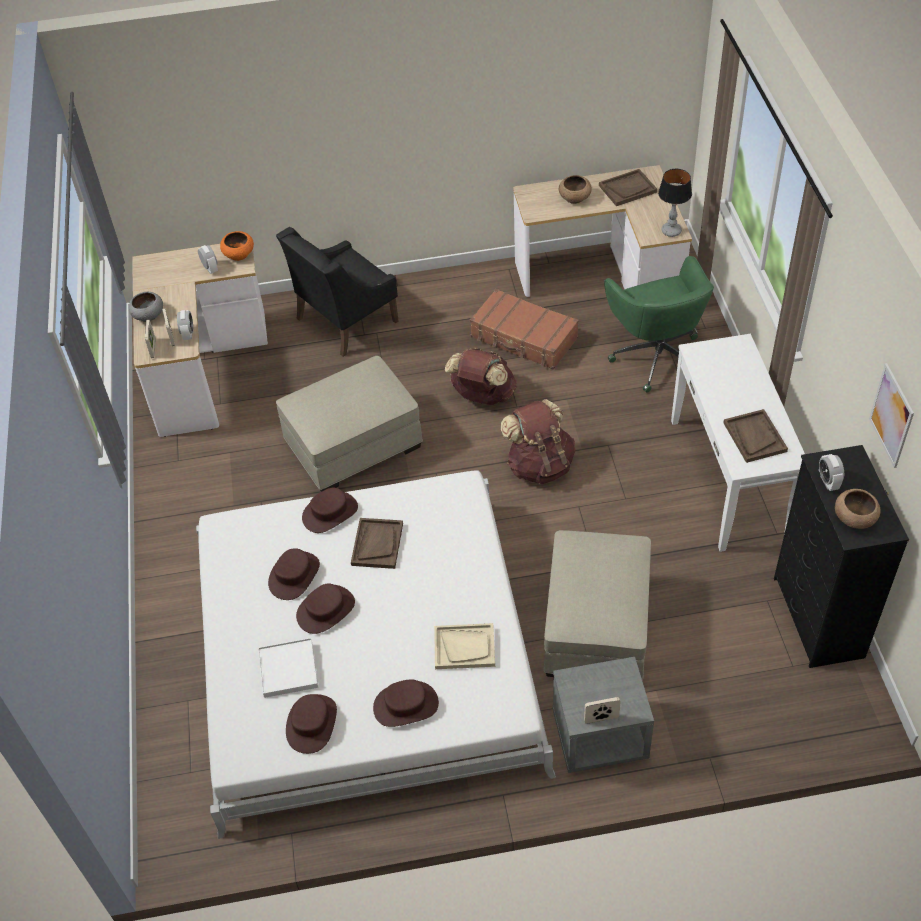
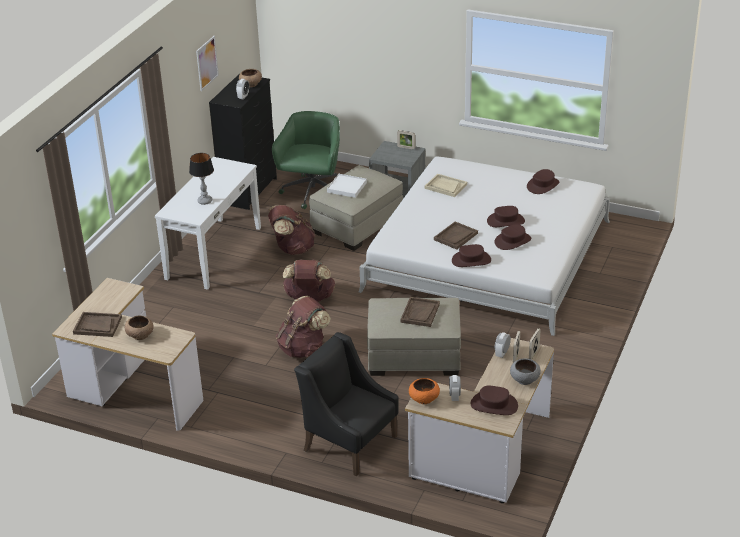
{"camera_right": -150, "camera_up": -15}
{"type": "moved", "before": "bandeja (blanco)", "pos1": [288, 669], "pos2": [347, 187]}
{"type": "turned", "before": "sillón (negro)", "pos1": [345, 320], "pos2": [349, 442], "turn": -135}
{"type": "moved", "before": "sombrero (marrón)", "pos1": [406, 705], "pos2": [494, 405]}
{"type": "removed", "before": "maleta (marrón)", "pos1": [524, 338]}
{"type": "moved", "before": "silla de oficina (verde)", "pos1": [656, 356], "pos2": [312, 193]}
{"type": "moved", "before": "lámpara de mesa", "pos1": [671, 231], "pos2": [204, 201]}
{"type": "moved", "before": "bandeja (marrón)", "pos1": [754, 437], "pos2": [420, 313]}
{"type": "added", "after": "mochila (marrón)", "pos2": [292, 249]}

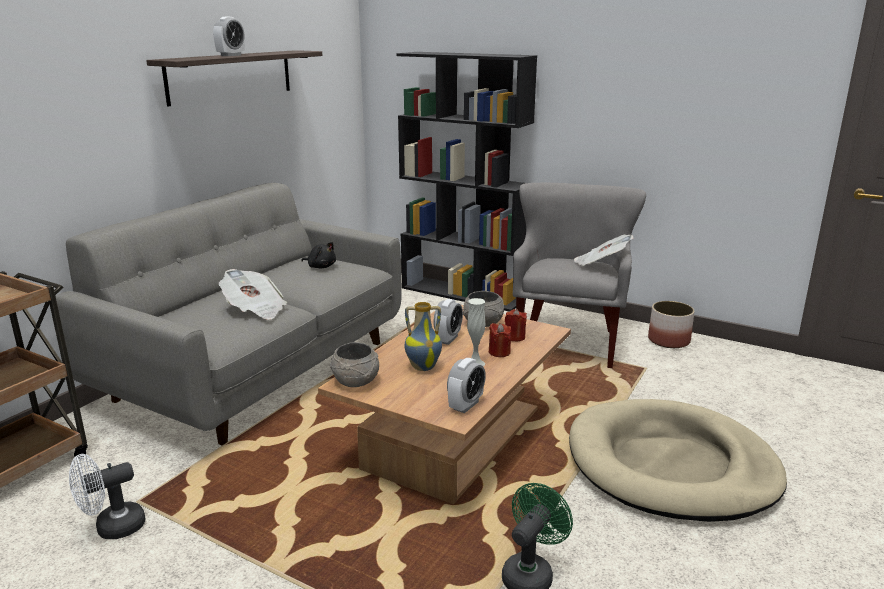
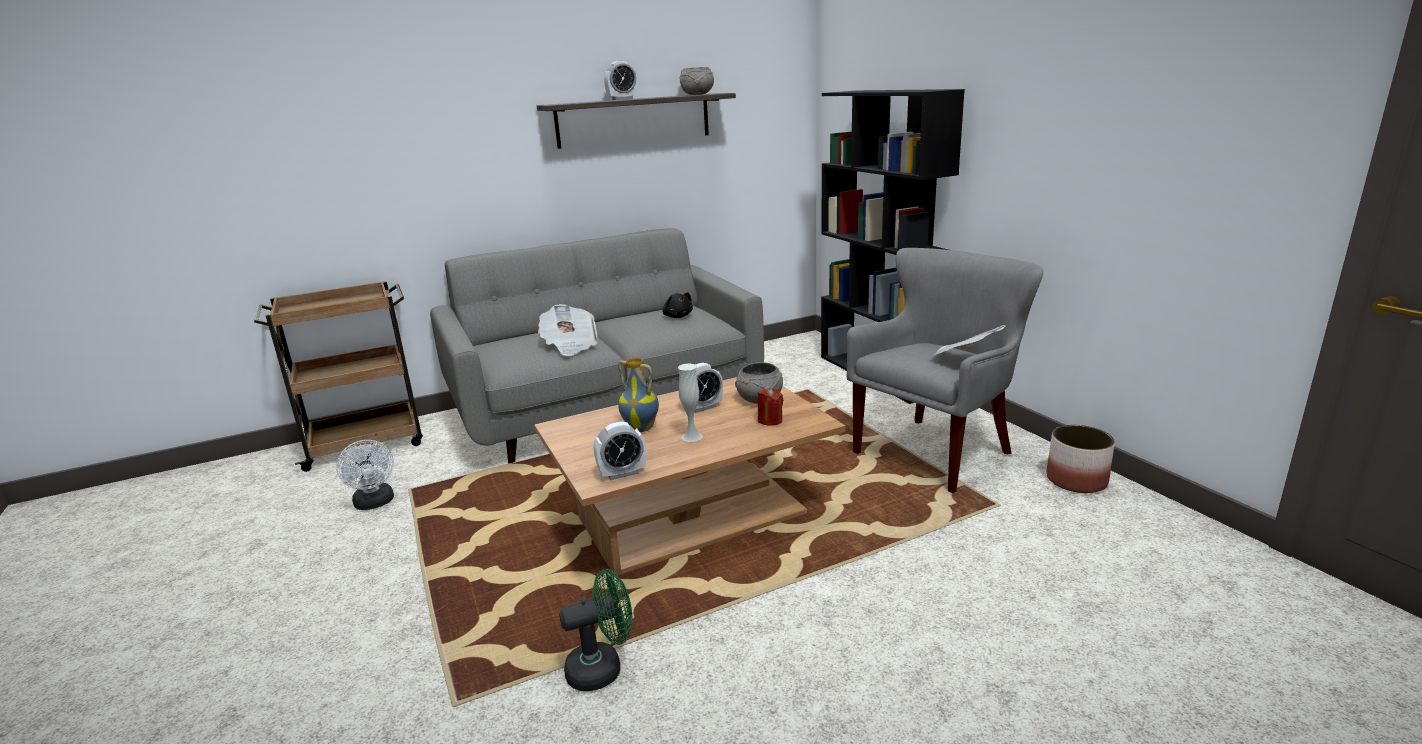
{"camera_right": 35, "camera_up": 0}
{"type": "turned", "before": "ventilador (blanco)", "pos1": [112, 528], "pos2": [375, 503], "turn": -120}
{"type": "moved", "before": "cuenco (gris)", "pos1": [356, 381], "pos2": [698, 94]}
{"type": "removed", "before": "vela (rojo)", "pos1": [499, 352]}
{"type": "removed", "before": "cama para perro (beis)", "pos1": [671, 466]}

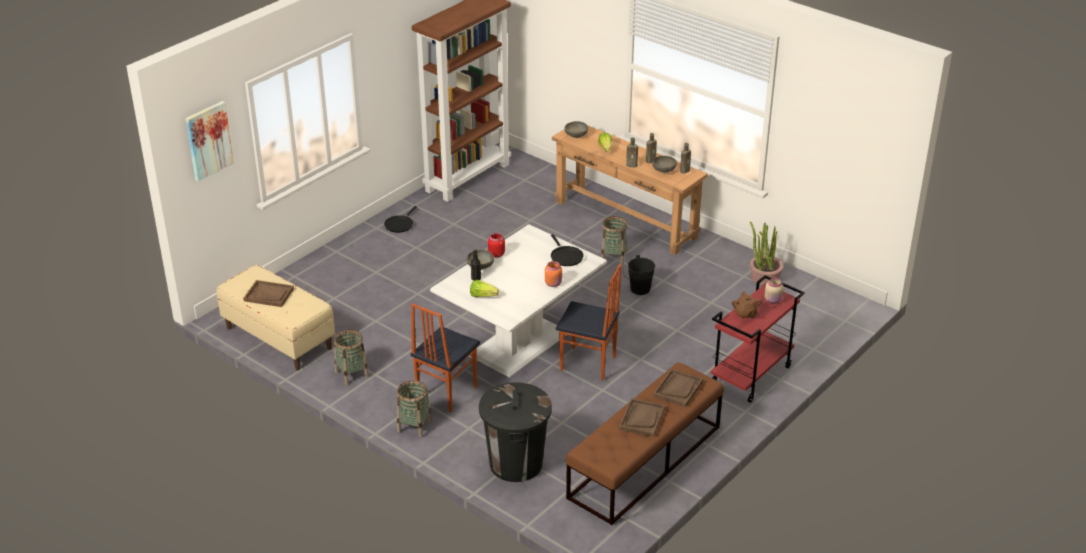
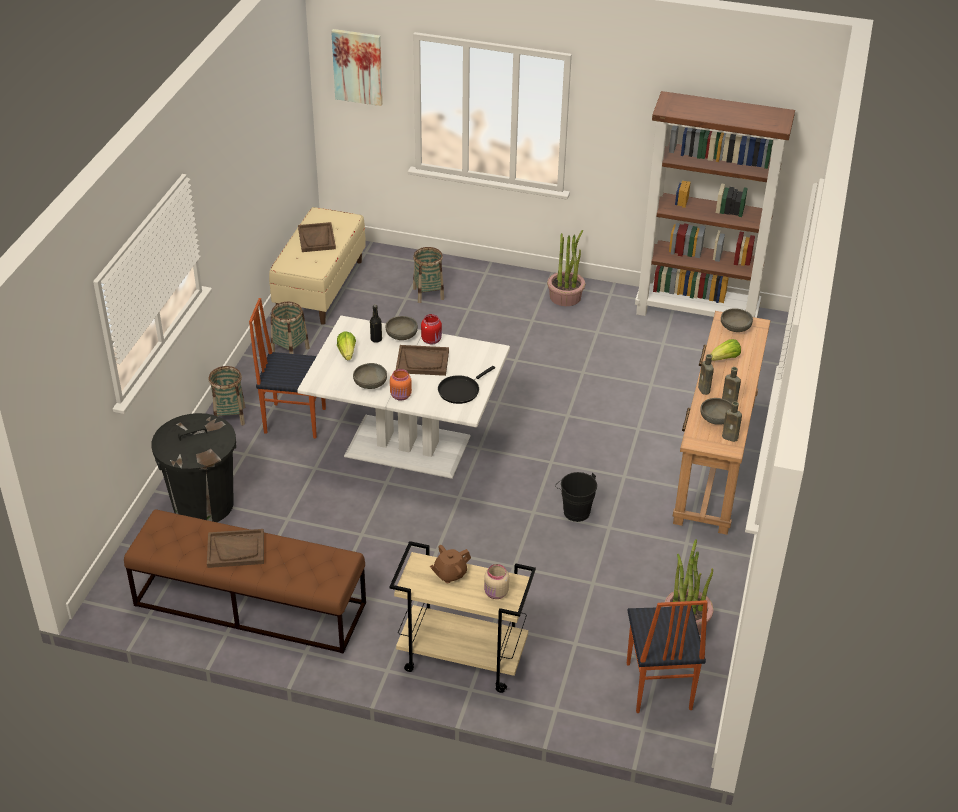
{"camera_right": 65, "camera_up": 5}
{"type": "replaced", "before": "sartén (negro)", "after": "planta en maceta", "pos1": [400, 224], "pos2": [565, 296]}
{"type": "moved", "before": "silla", "pos1": [588, 364], "pos2": [657, 687]}
{"type": "moved", "before": "cesta", "pos1": [613, 257], "pos2": [428, 293]}
{"type": "moved", "before": "bandeja (marrón)", "pos1": [678, 389], "pos2": [422, 362]}
{"type": "recoloured", "before": "carrito (rojo)", "after": "carrito (beis)", "pos1": [751, 376], "pos2": [461, 659]}
{"type": "added", "after": "cuenco (gris)", "pos2": [370, 384]}

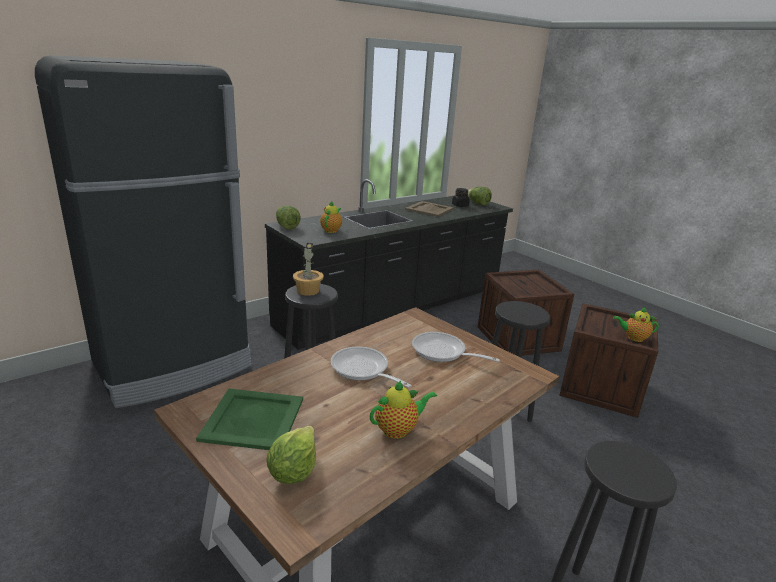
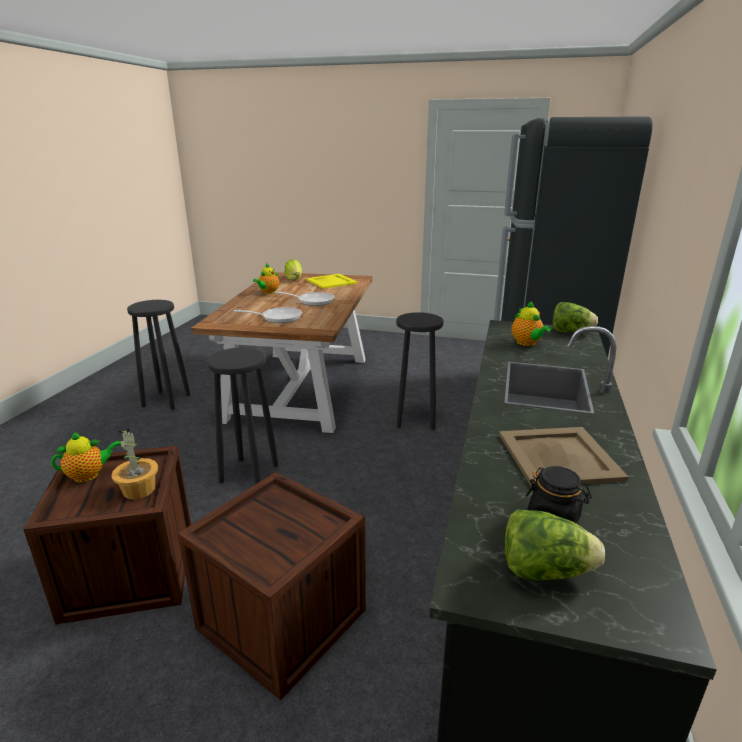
{"camera_right": 145, "camera_up": 0}
{"type": "recoloured", "before": "bandeja (verde)", "after": "bandeja (amarillo)", "pos1": [252, 418], "pos2": [332, 281]}
{"type": "moved", "before": "planta en maceta", "pos1": [308, 290], "pos2": [139, 490]}

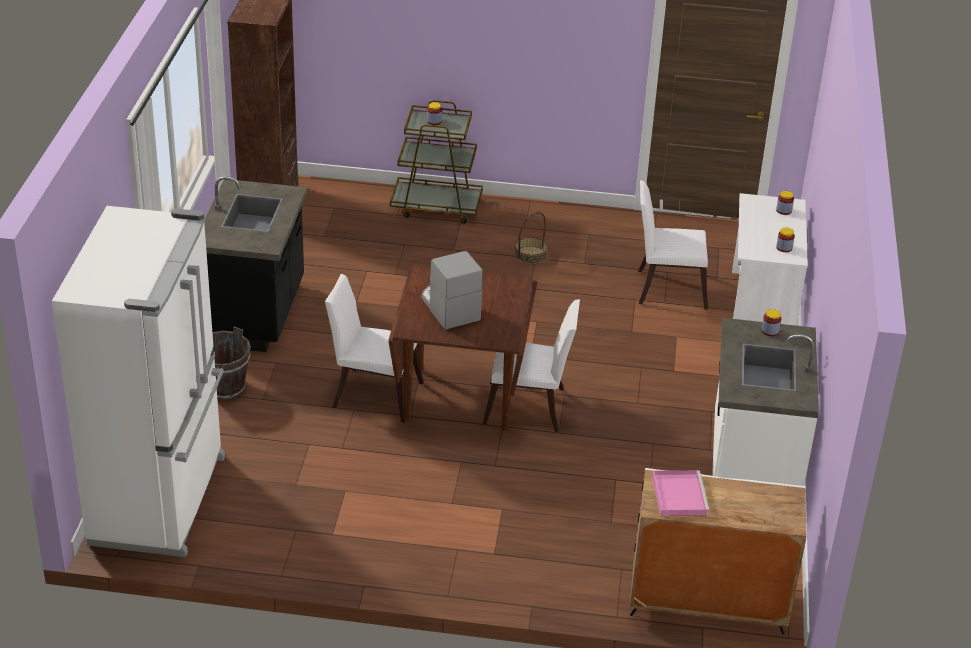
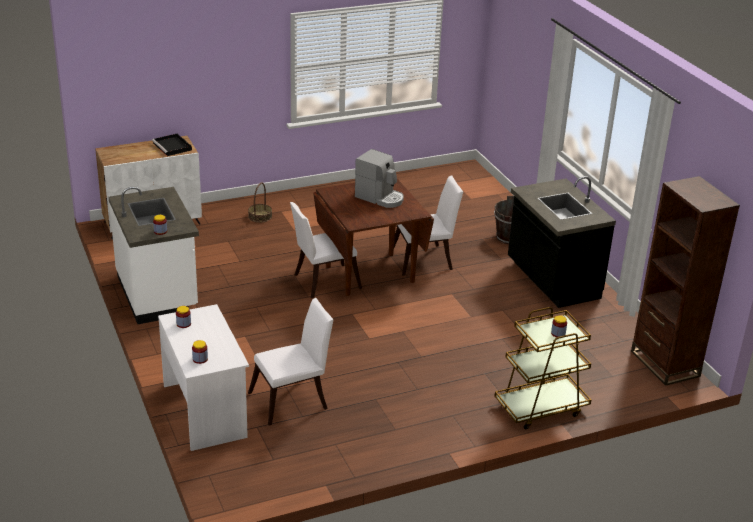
{"camera_right": 150, "camera_up": -5}
{"type": "removed", "before": "nevera (blanco)", "pos1": [161, 499]}
{"type": "moved", "before": "cesta", "pos1": [530, 255], "pos2": [260, 216]}
{"type": "recoloured", "before": "bandeja (rosa)", "after": "bandeja (negro)", "pos1": [678, 495], "pos2": [172, 147]}

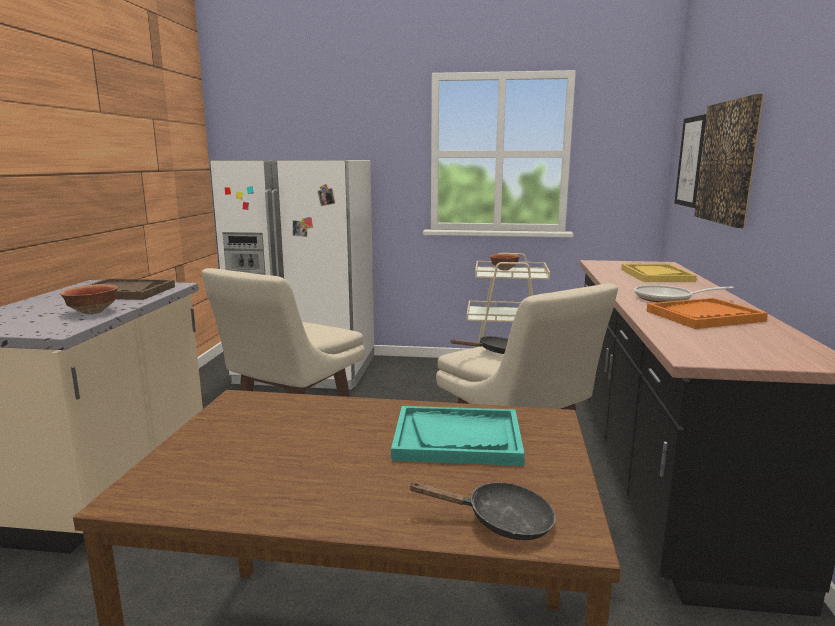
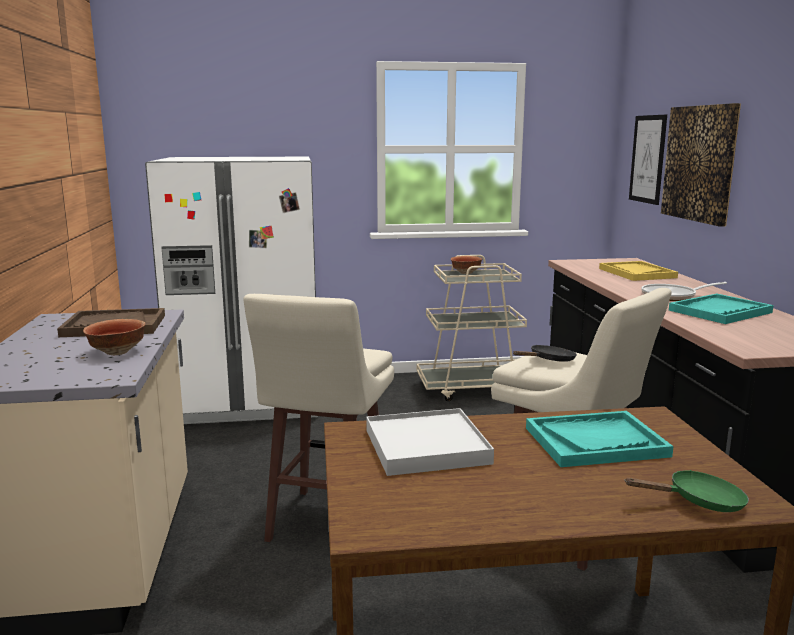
{"camera_right": -15, "camera_up": 0}
{"type": "recoloured", "before": "sartén (negro)", "after": "sartén (verde)", "pos1": [500, 521], "pos2": [699, 502]}
{"type": "recoloured", "before": "bandeja (naranja)", "after": "bandeja (turquesa)", "pos1": [704, 316], "pos2": [720, 311]}
{"type": "added", "after": "bandeja (blanco)", "pos2": [426, 446]}

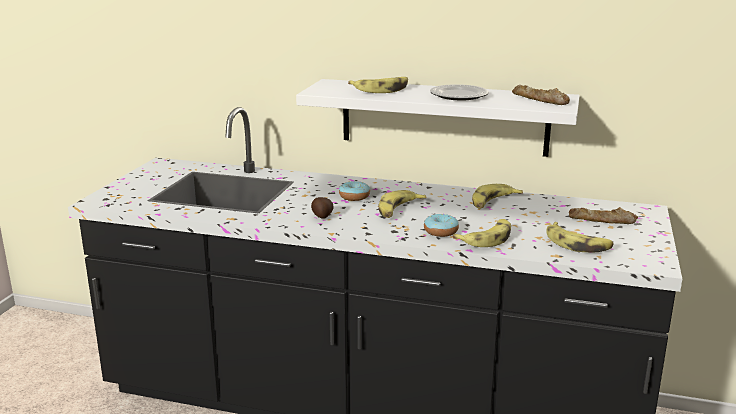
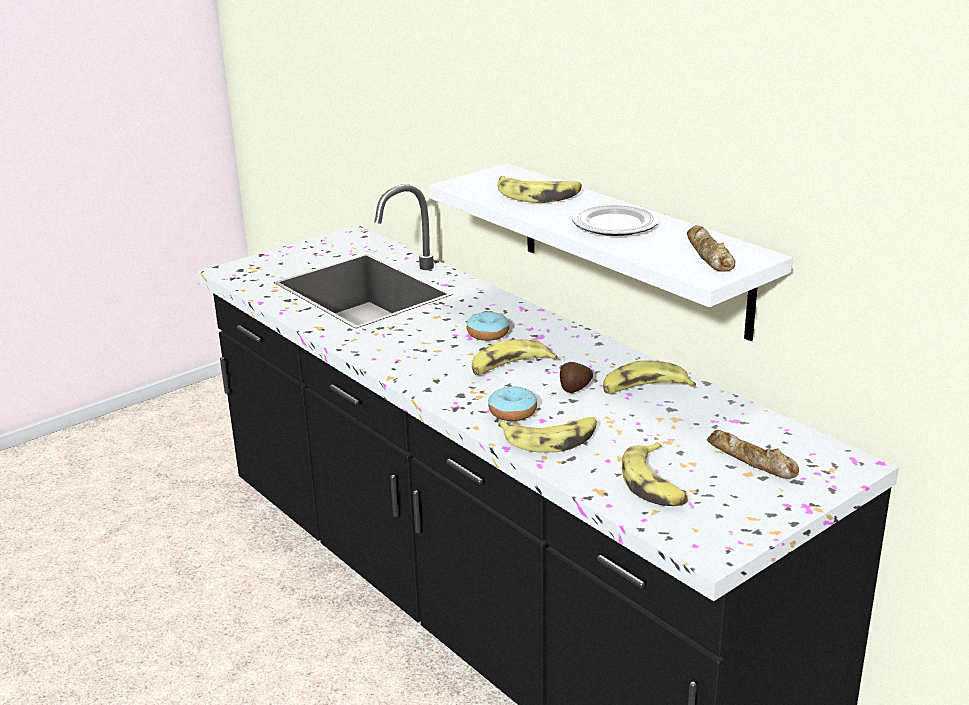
{"camera_right": 35, "camera_up": 5}
{"type": "moved", "before": "patata", "pos1": [322, 216], "pos2": [574, 389]}

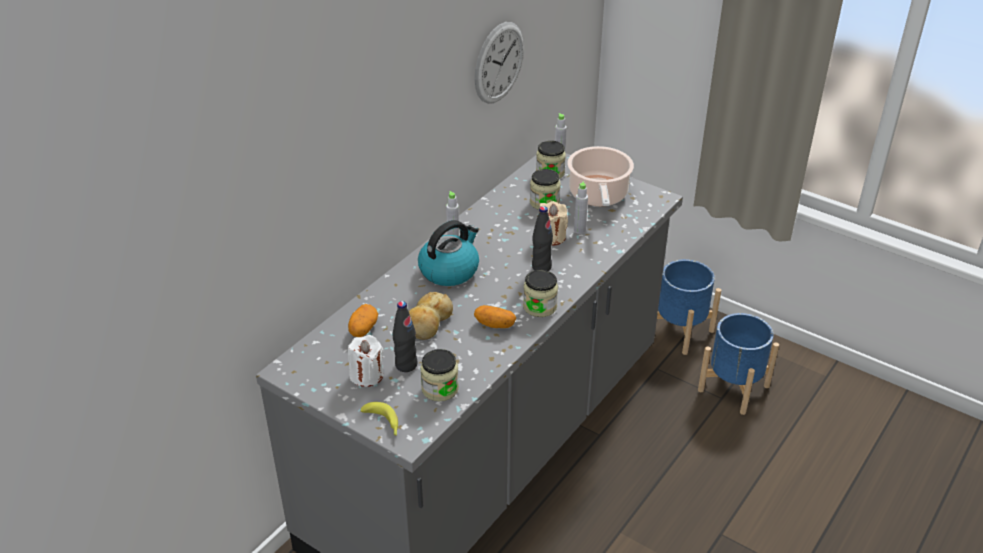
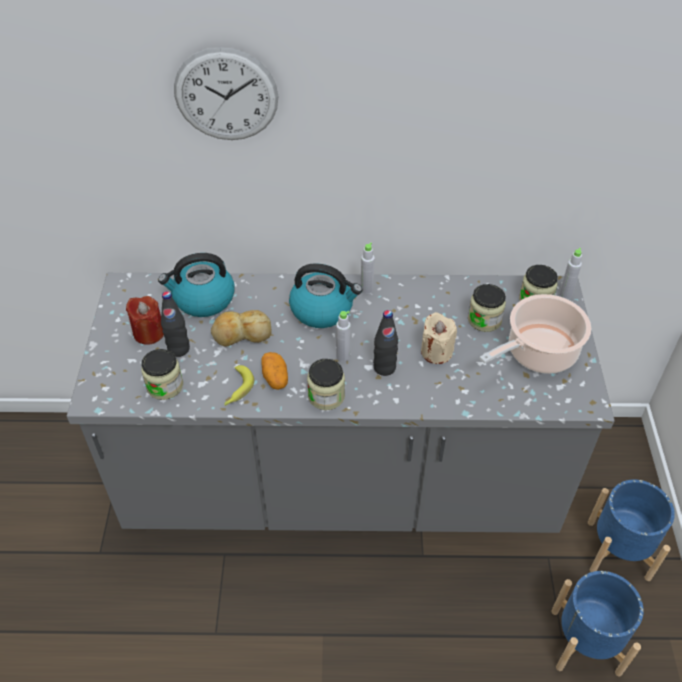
{"camera_right": 55, "camera_up": 10}
{"type": "replaced", "before": "patata", "after": "hervidor", "pos1": [363, 329], "pos2": [203, 299]}
{"type": "recoloured", "before": "vela (blanco)", "after": "vela (rojo)", "pos1": [367, 375], "pos2": [149, 333]}
{"type": "moved", "before": "plátano", "pos1": [383, 423], "pos2": [237, 390]}
{"type": "moved", "before": "reloj de pared", "pos1": [499, 63], "pos2": [226, 95]}
{"type": "moved", "before": "botella (gris)", "pos1": [579, 230], "pos2": [343, 356]}

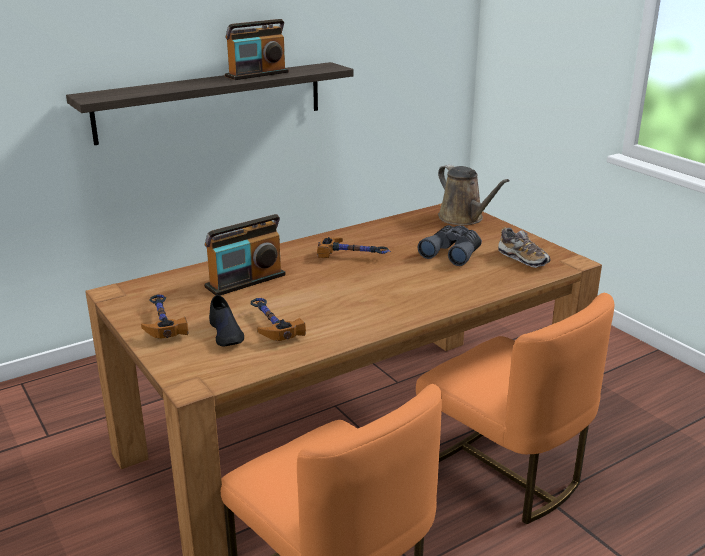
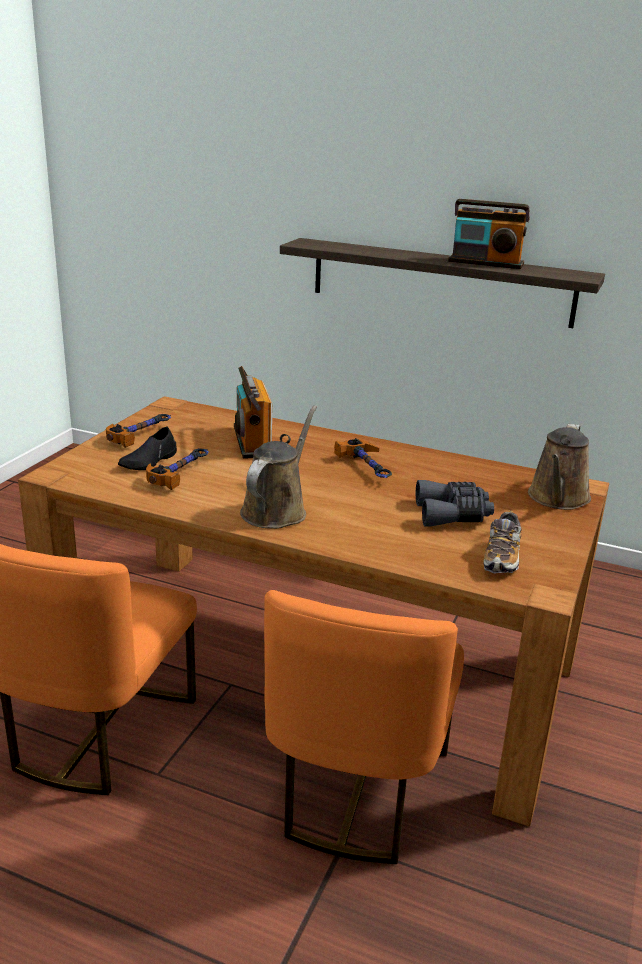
{"camera_right": 55, "camera_up": 0}
{"type": "turned", "before": "radio", "pos1": [245, 281], "pos2": [250, 441], "turn": 60}
{"type": "added", "after": "regadera (marrón)", "pos2": [276, 510]}

